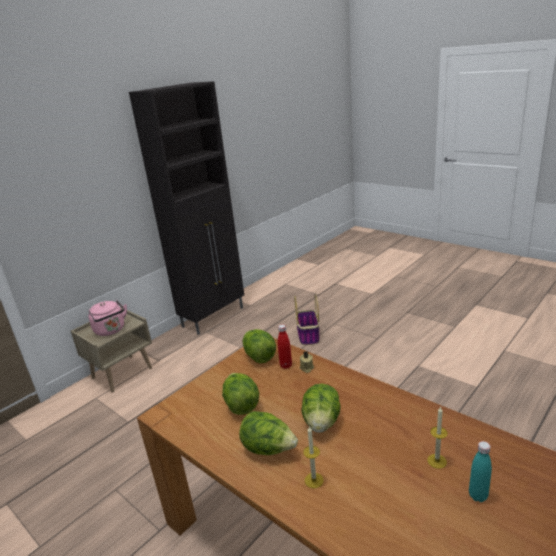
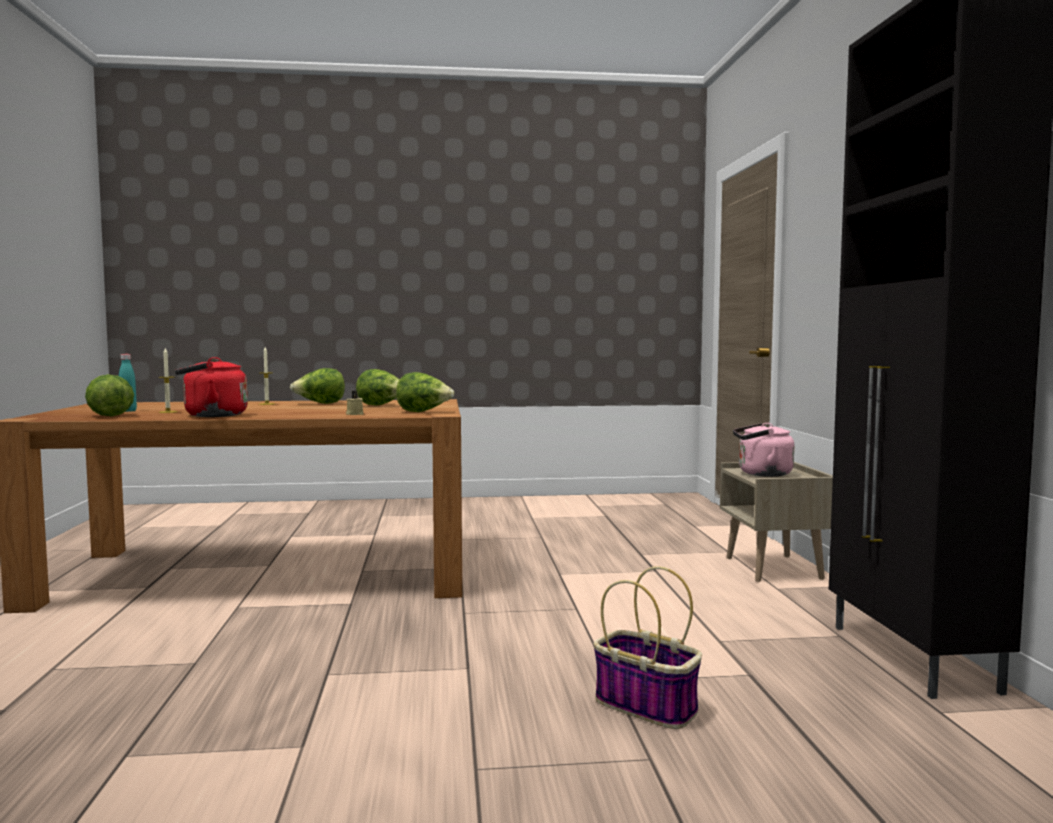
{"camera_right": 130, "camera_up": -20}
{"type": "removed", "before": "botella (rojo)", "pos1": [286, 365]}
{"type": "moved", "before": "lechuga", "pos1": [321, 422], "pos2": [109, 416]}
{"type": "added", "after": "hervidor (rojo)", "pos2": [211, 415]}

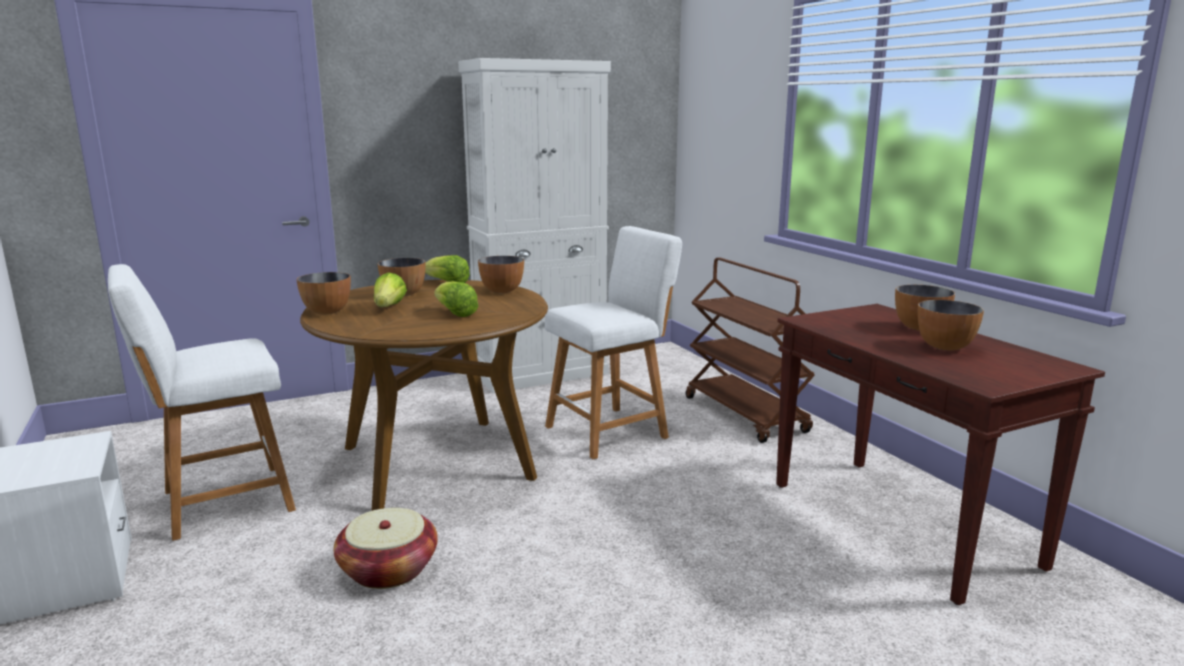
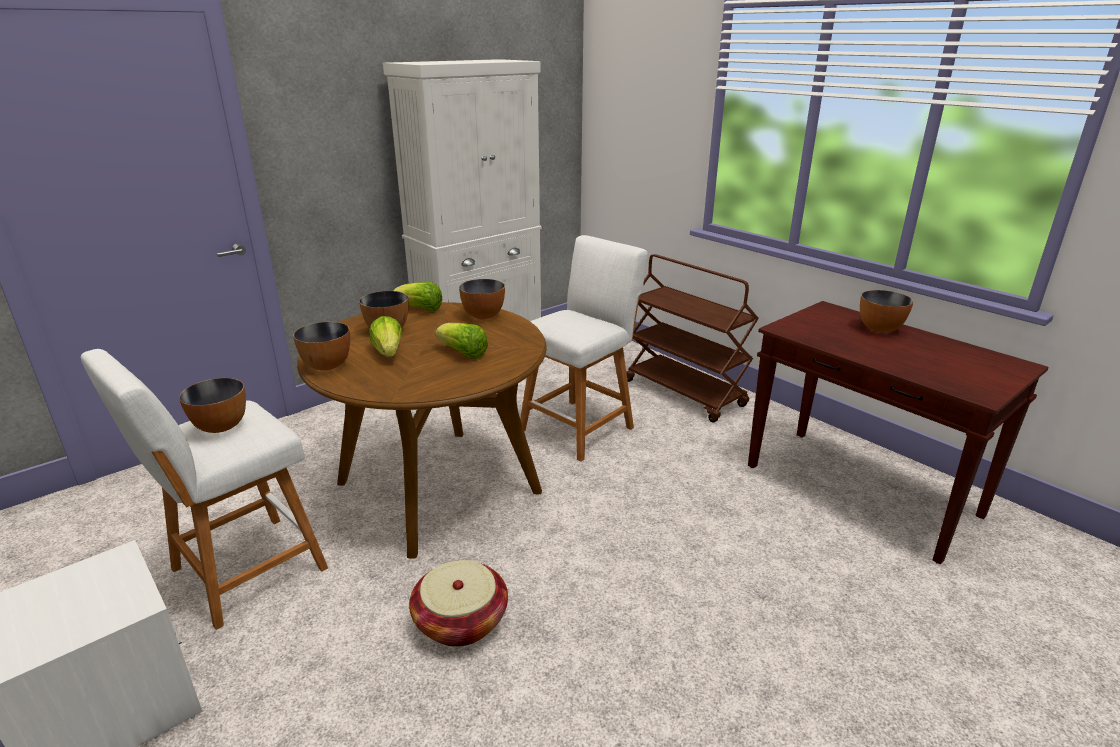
{"camera_right": -15, "camera_up": 10}
{"type": "moved", "before": "cuenco", "pos1": [945, 347], "pos2": [221, 427]}

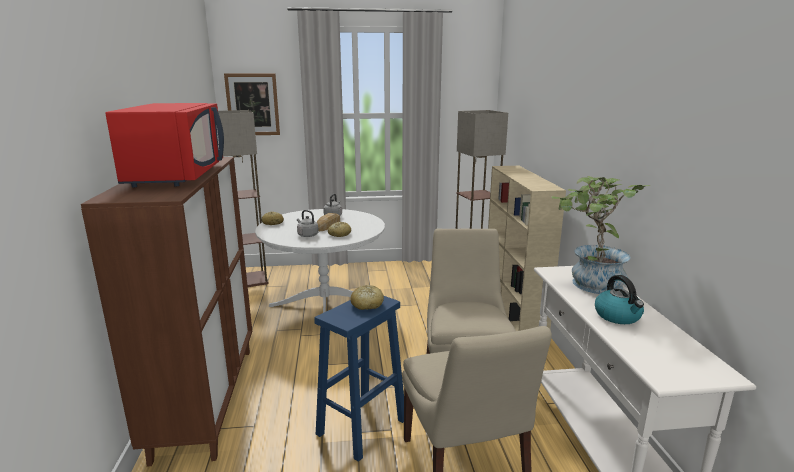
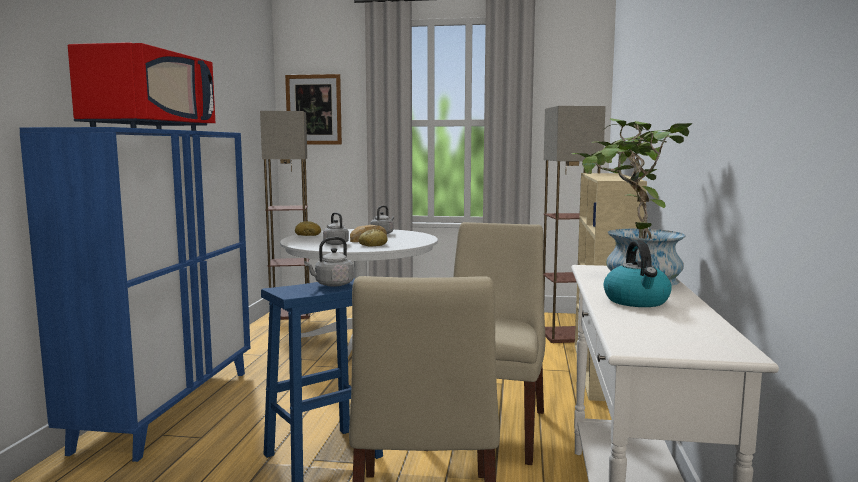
{"camera_right": 15, "camera_up": -10}
{"type": "recoloured", "before": "armario (marrón)", "after": "armario (azul)", "pos1": [206, 399], "pos2": [168, 408]}
{"type": "replaced", "before": "pan", "after": "hervidor (gris)", "pos1": [367, 304], "pos2": [332, 284]}

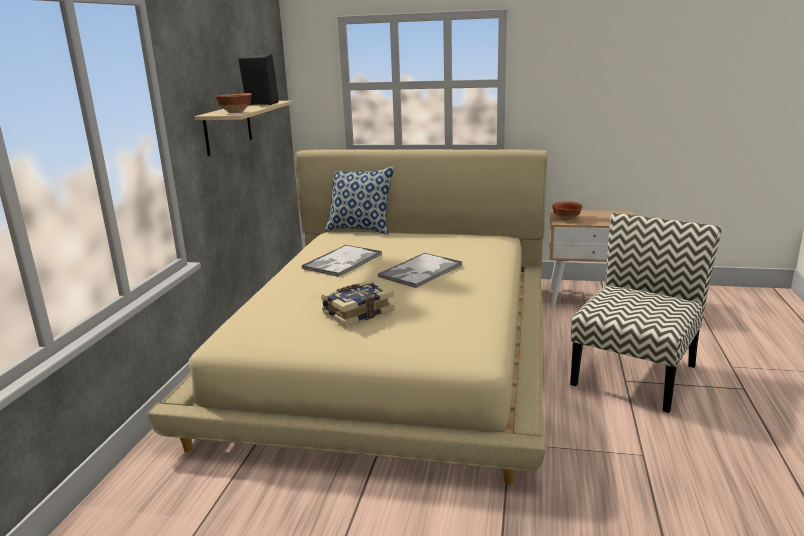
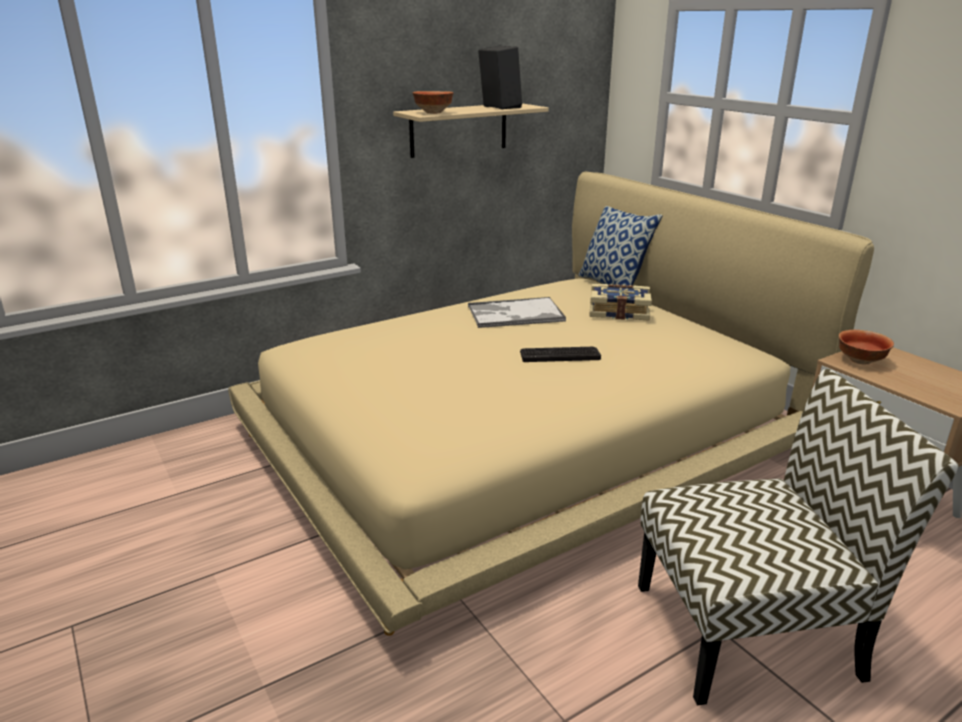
{"camera_right": 45, "camera_up": 5}
{"type": "moved", "before": "libro", "pos1": [357, 312], "pos2": [618, 311]}
{"type": "replaced", "before": "bandeja", "after": "teclado", "pos1": [420, 271], "pos2": [559, 355]}

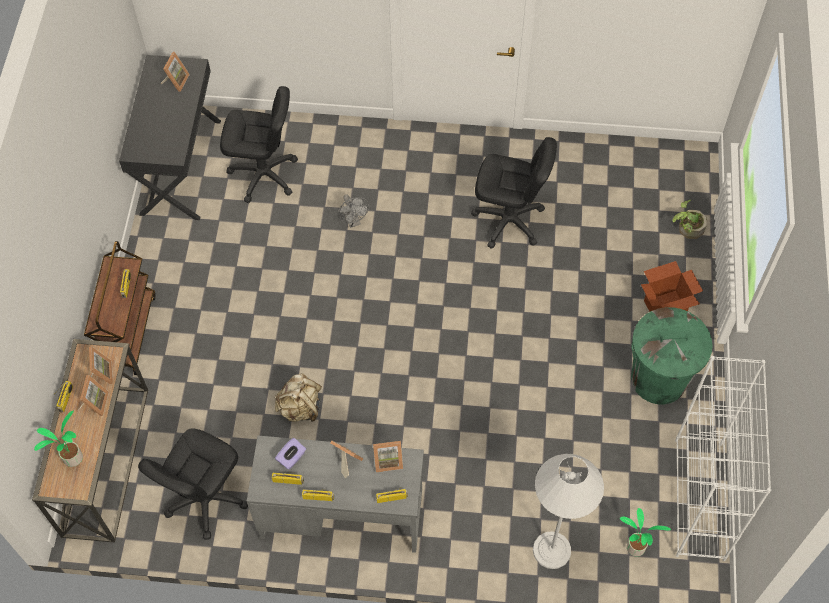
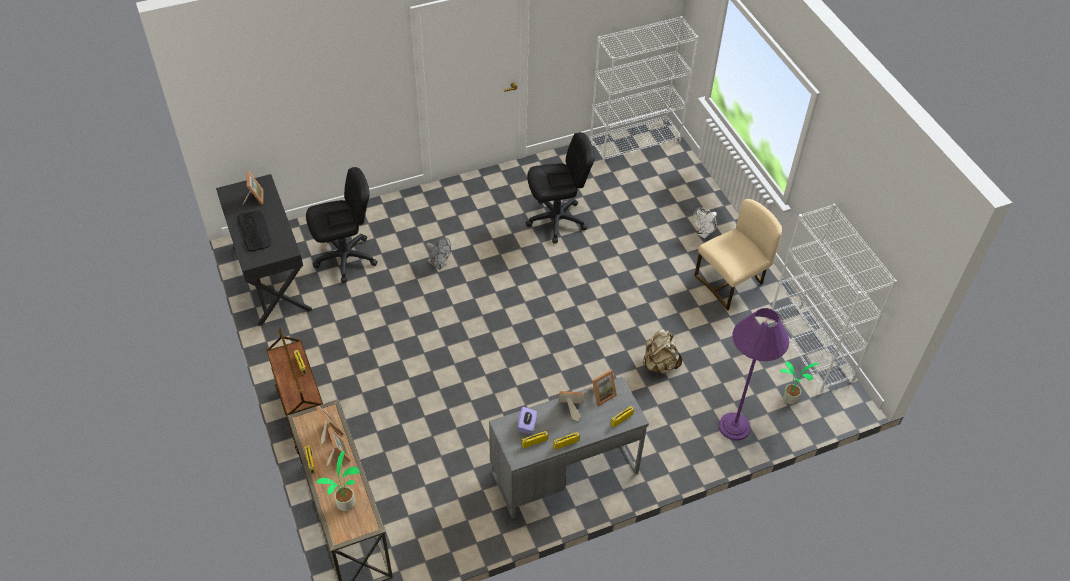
{"camera_right": -30, "camera_up": -10}
{"type": "removed", "before": "silla de oficina (negro)", "pos1": [206, 498]}
{"type": "moved", "before": "mochila (beis)", "pos1": [300, 407], "pos2": [659, 364]}
{"type": "recoloured", "before": "lámpara de pie (blanco)", "after": "lámpara de pie (morado)", "pos1": [551, 550], "pos2": [734, 426]}
{"type": "replaced", "before": "papelera (verde)", "after": "silla (beis)", "pos1": [659, 379], "pos2": [731, 282]}
{"type": "replaced", "before": "caja de cartón", "after": "ventilador (blanco)", "pos1": [665, 306], "pos2": [704, 234]}
{"type": "removed", "before": "planta en maceta", "pos1": [687, 228]}
{"type": "added", "after": "teclado", "pos2": [254, 231]}
{"type": "added", "after": "estantería (blanco)", "pos2": [635, 141]}

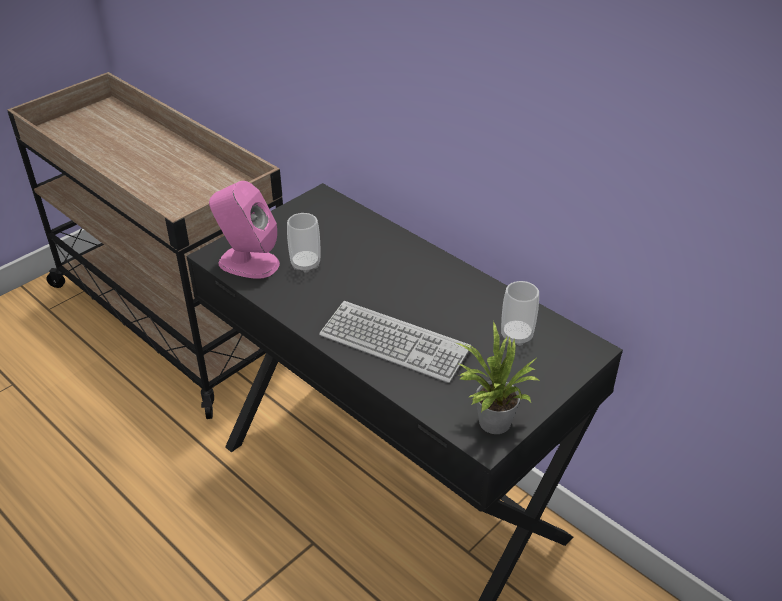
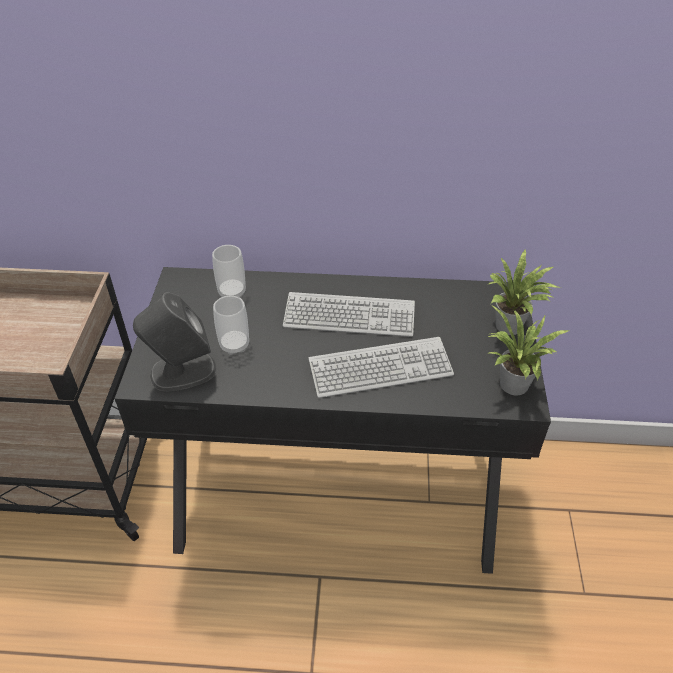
{"camera_right": -40, "camera_up": 5}
{"type": "recoloured", "before": "altavoz (rosa)", "after": "altavoz (gris)", "pos1": [248, 263], "pos2": [182, 372]}
{"type": "moved", "before": "taza", "pos1": [516, 336], "pos2": [232, 292]}
{"type": "added", "after": "teclado", "pos2": [349, 316]}
{"type": "added", "after": "planta en maceta", "pos2": [511, 328]}

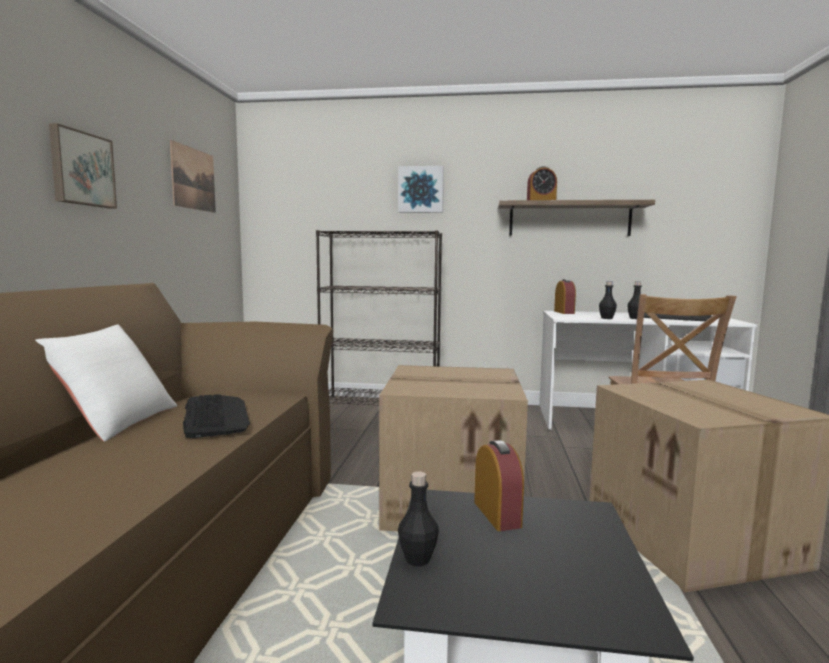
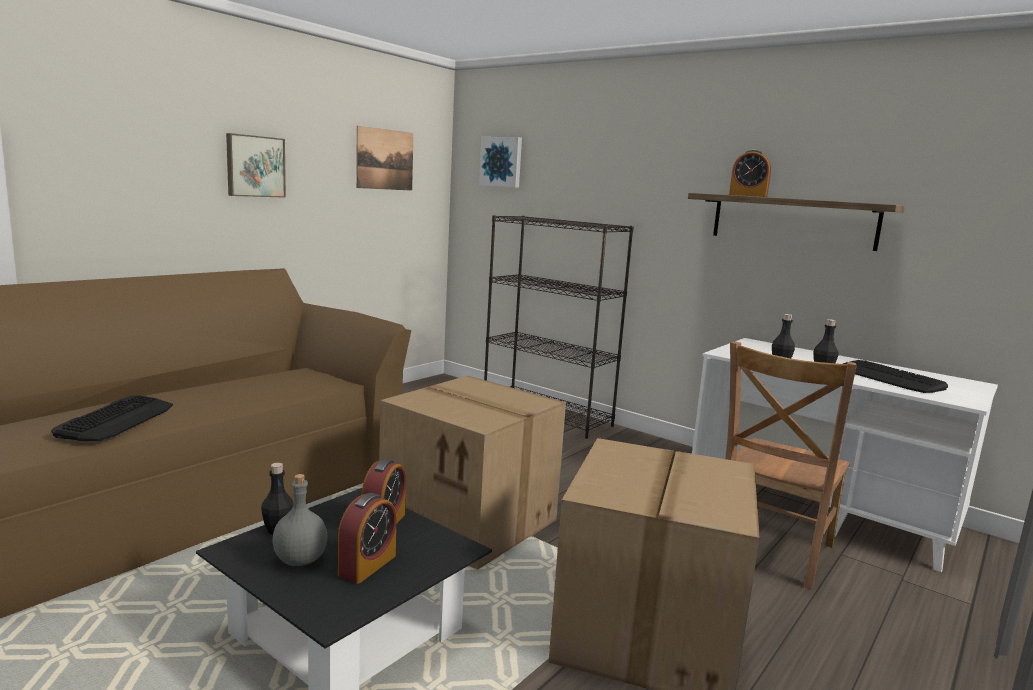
{"camera_right": 30, "camera_up": 5}
{"type": "removed", "before": "cojín (blanco)", "pos1": [115, 421]}
{"type": "moved", "before": "teclado", "pos1": [215, 416], "pos2": [117, 420]}
{"type": "moved", "before": "cuadro", "pos1": [421, 190], "pos2": [501, 162]}
{"type": "moved", "before": "despertador", "pos1": [564, 312], "pos2": [367, 565]}
{"type": "added", "after": "botella (gris)", "pos2": [300, 560]}

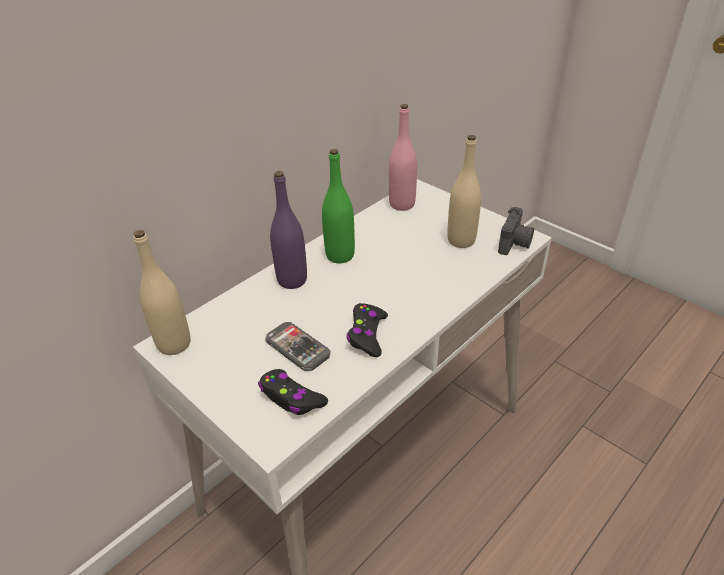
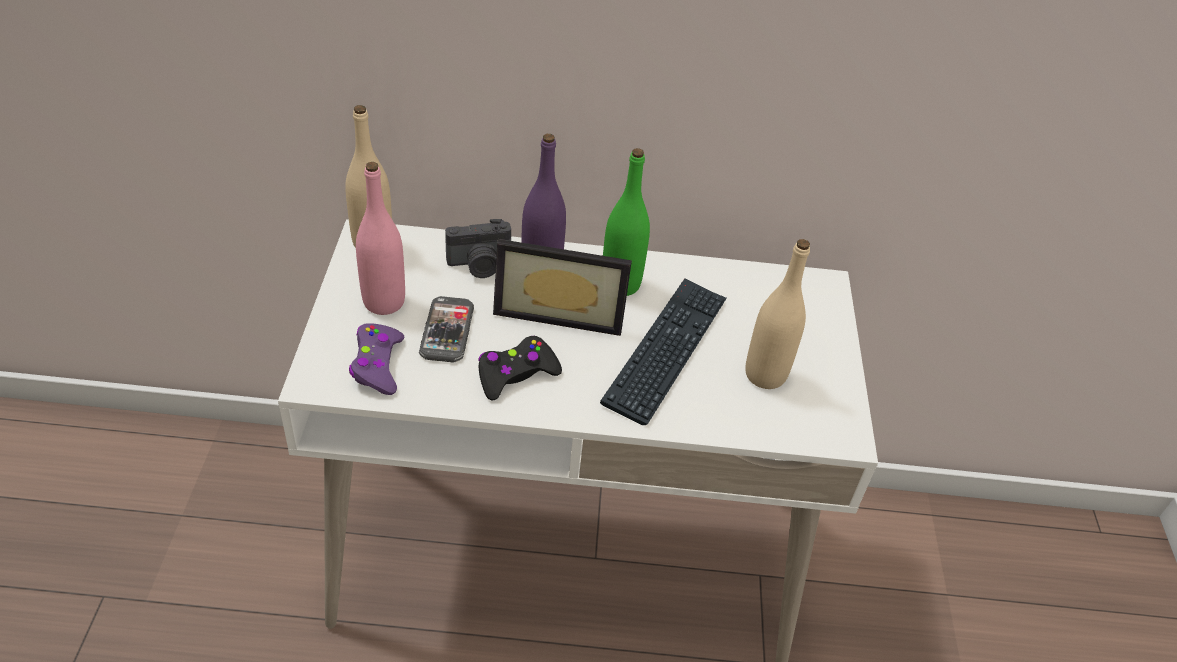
{"camera_right": 45, "camera_up": 5}
{"type": "recoloured", "before": "mando de consola (negro)", "after": "mando de consola (morado)", "pos1": [291, 398], "pos2": [377, 365]}
{"type": "moved", "before": "botella (rosa)", "pos1": [402, 204], "pos2": [384, 302]}
{"type": "moved", "before": "cámara", "pos1": [515, 244], "pos2": [480, 265]}
{"type": "added", "after": "portarretratos", "pos2": [560, 309]}
{"type": "added", "after": "teclado", "pos2": [666, 351]}

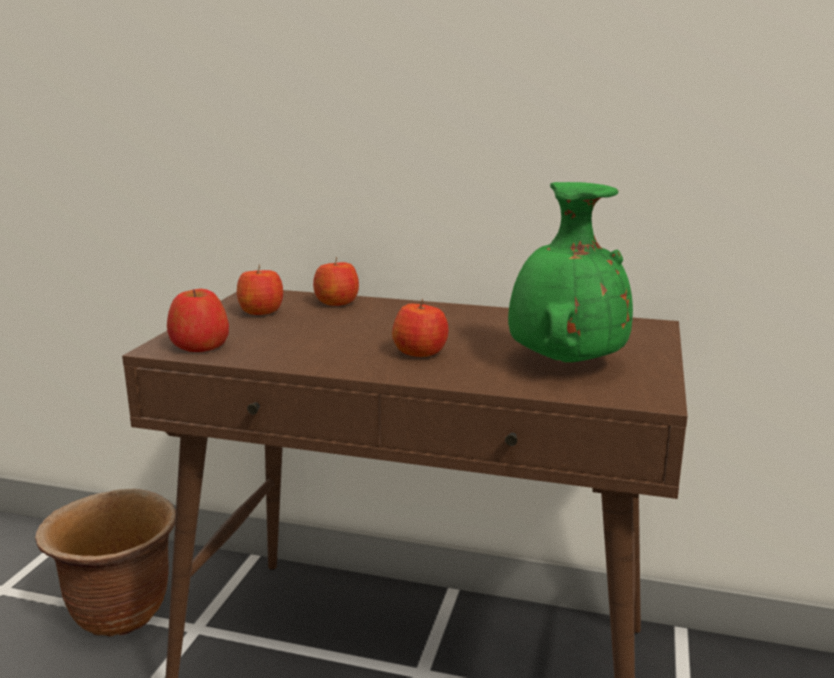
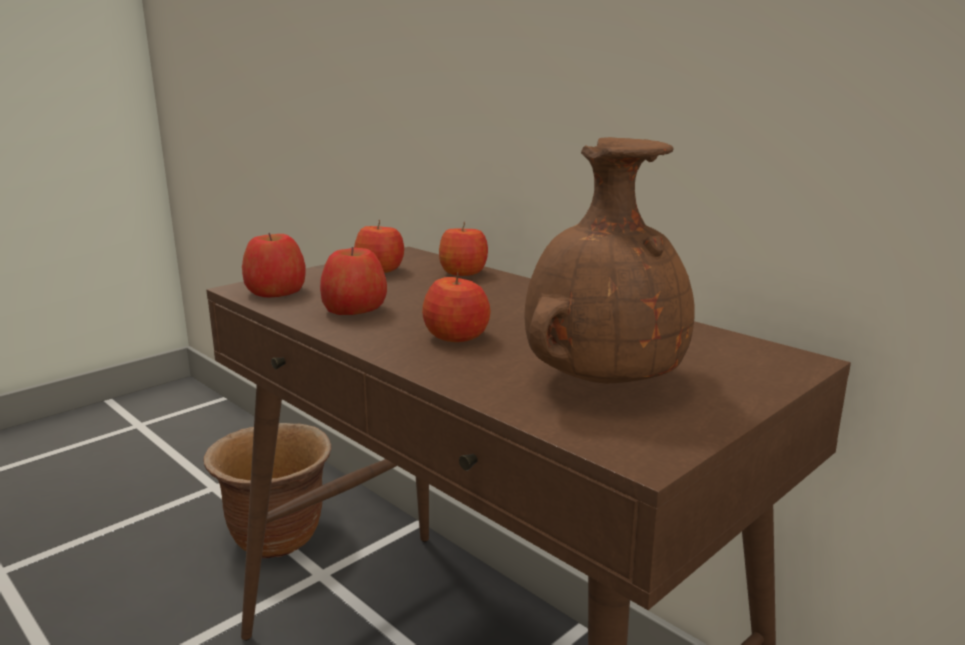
{"camera_right": 30, "camera_up": 0}
{"type": "recoloured", "before": "florero (verde)", "after": "florero (marrón)", "pos1": [564, 362], "pos2": [601, 381]}
{"type": "added", "after": "manzana", "pos2": [354, 310]}

